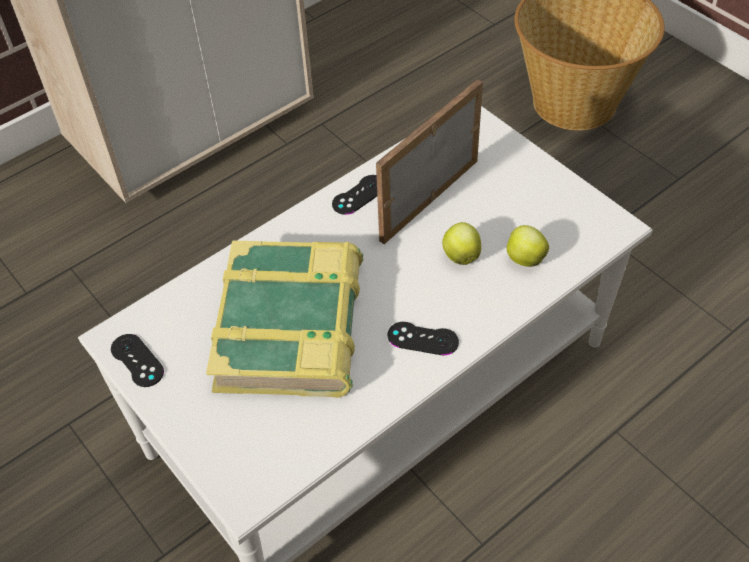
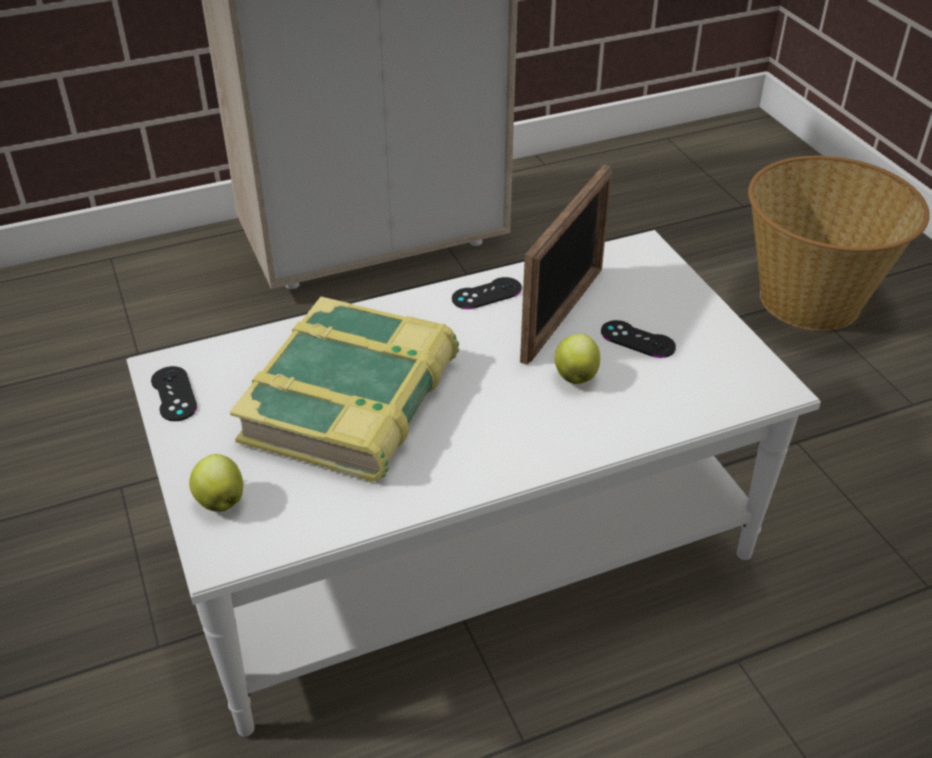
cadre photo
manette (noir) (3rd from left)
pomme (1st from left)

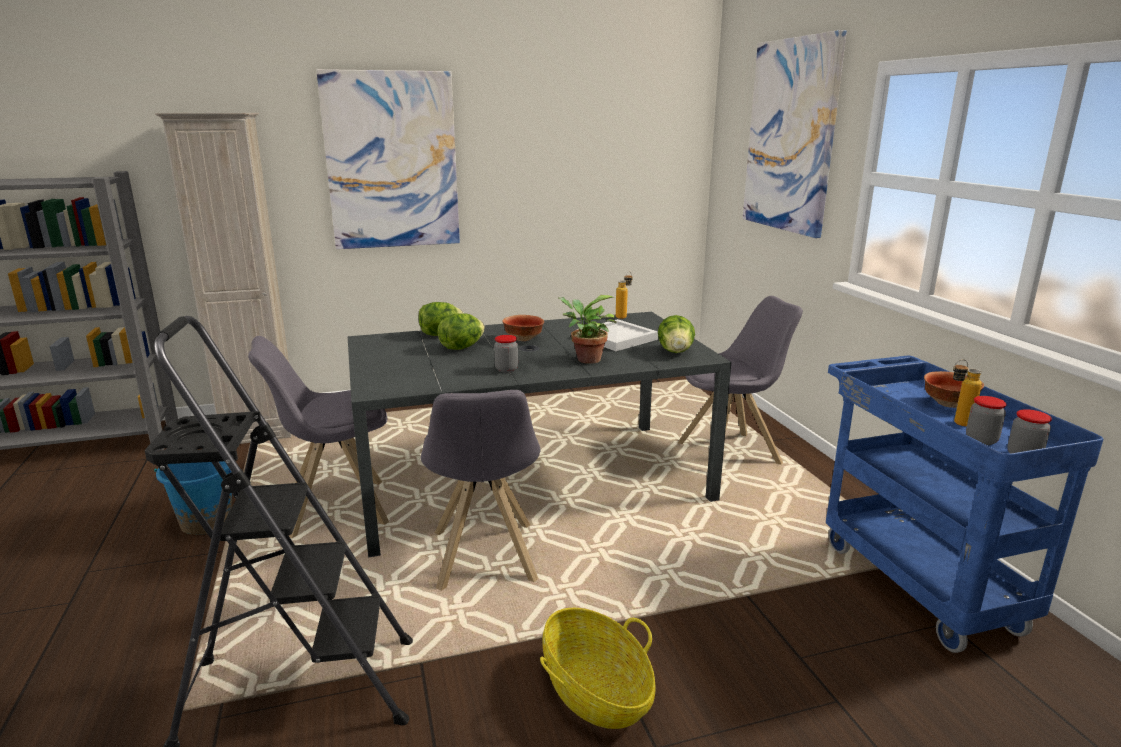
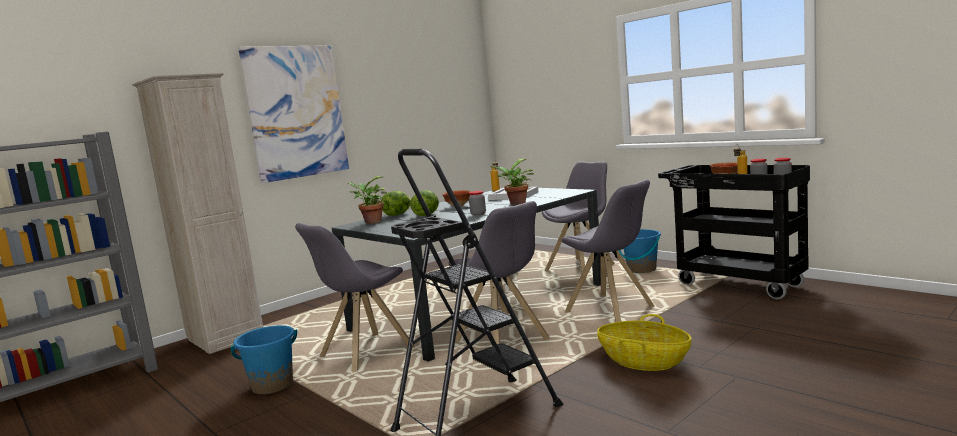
laitue (3rd from left in the first image)
tableau (2nd from left in the first image)
chariot (noir)
plante en pot (1st from left)
chaise (gris) (4th from left)
seau (bleu) (2nd from left)

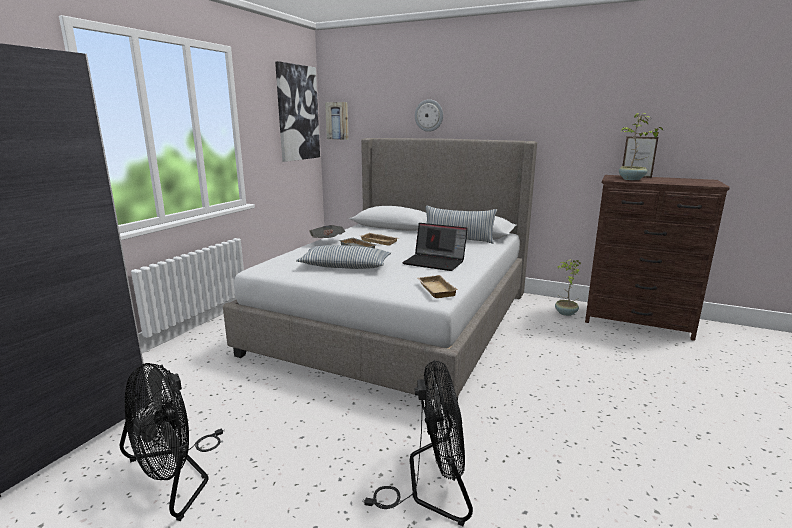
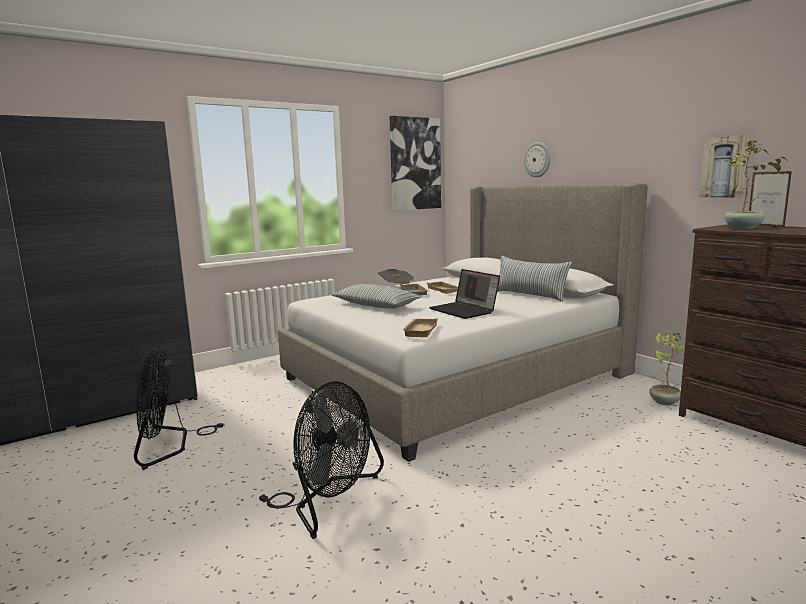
tableau (2nd from left)

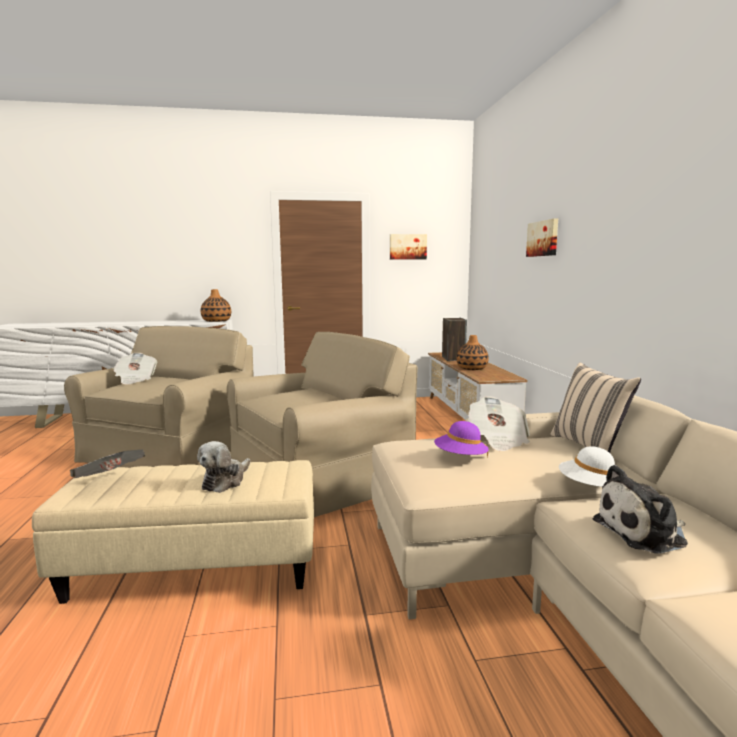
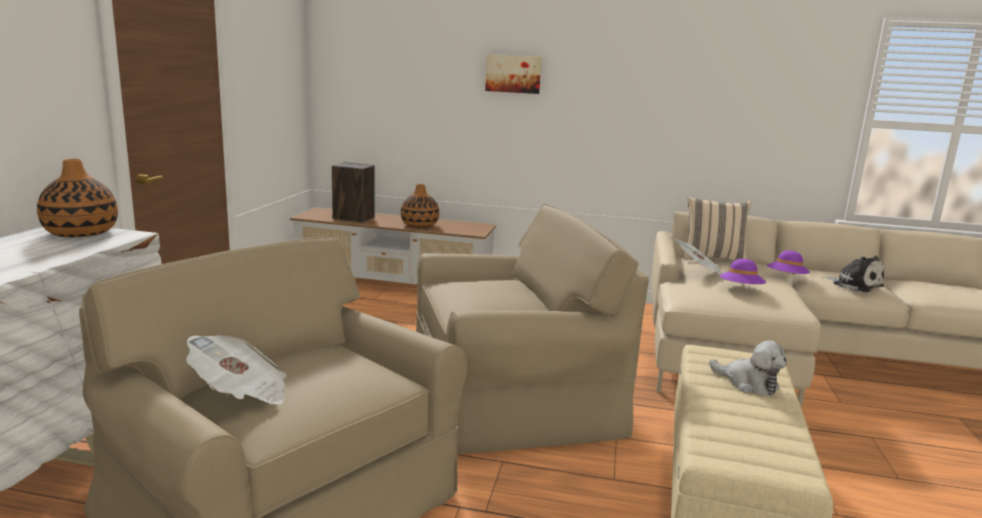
journal (1st from left in the first image)
fauteuil (beige) (2nd from left)
tableau (1st from left in the first image)
chapeau (violet) (2nd from left)
peluche (2nd from left)

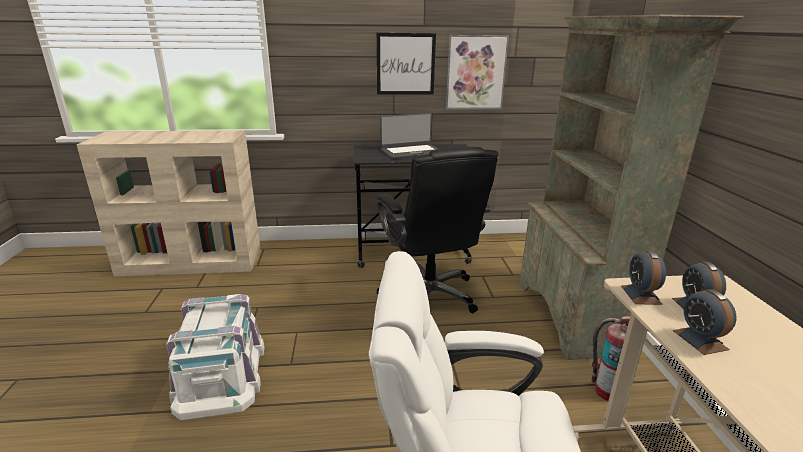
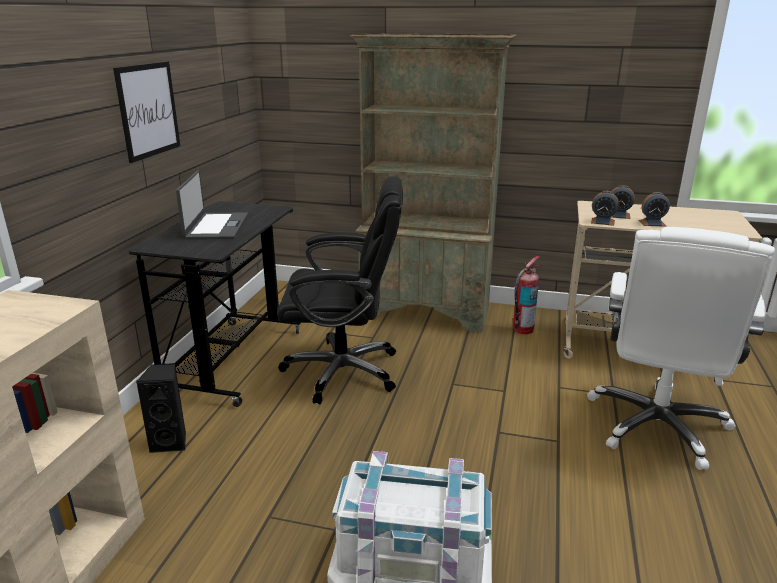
tableau (2nd from left in the first image)
enceinte (noir)

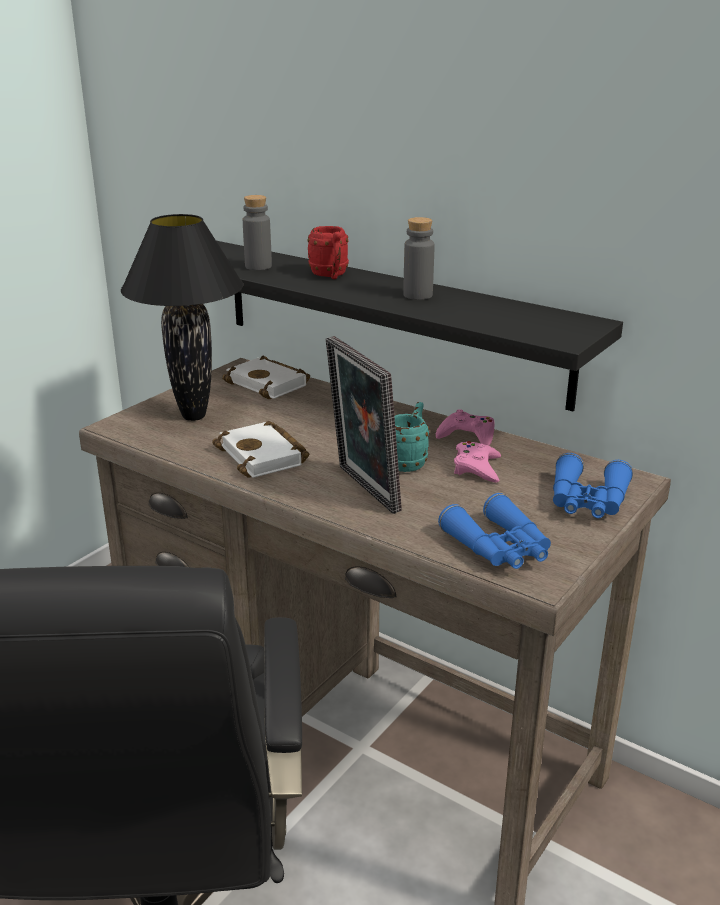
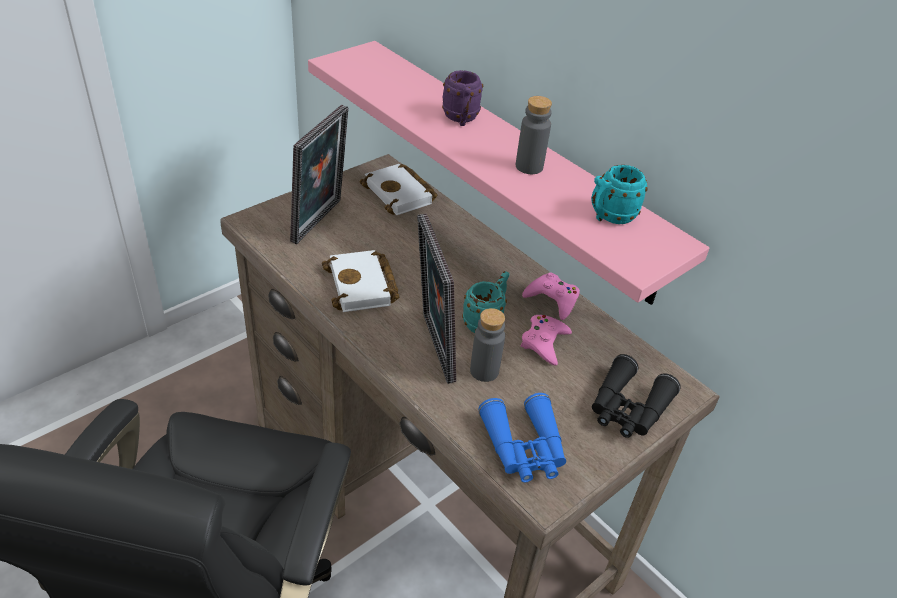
cadre photo (1st from left)
étagère (rose)
bouteille (gris) (1st from left)
mug (violet)
jumelles (noir)
mug (turquoise) (2nd from left)

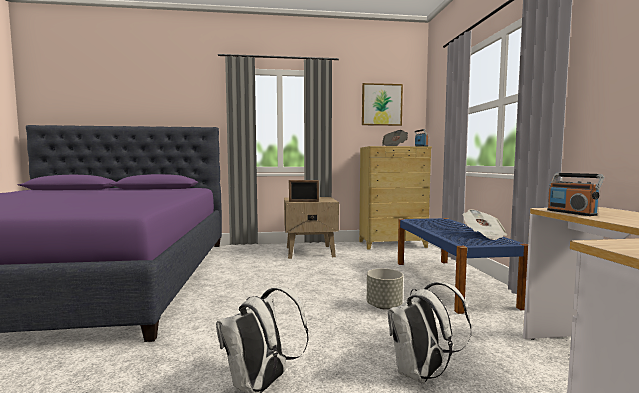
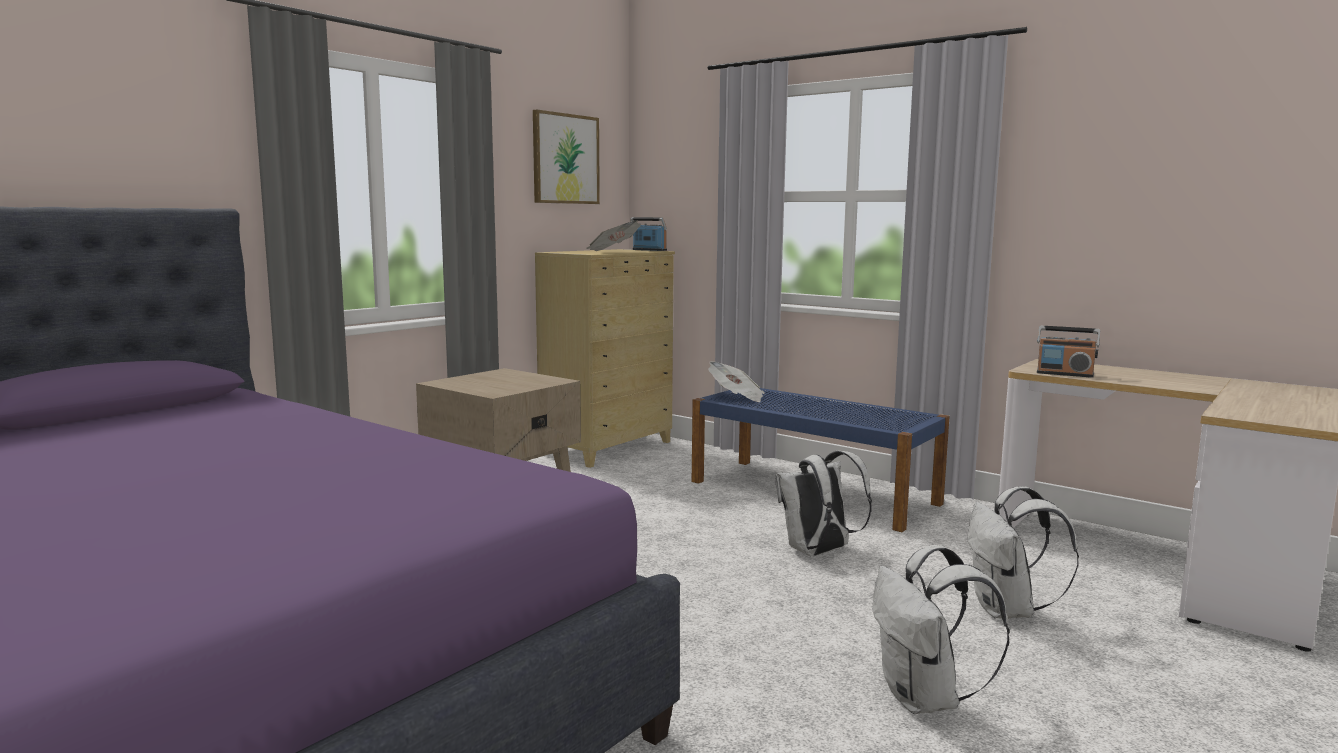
cadre photo
sac à dos (blanc) (1st from left)
journal (2nd from left)

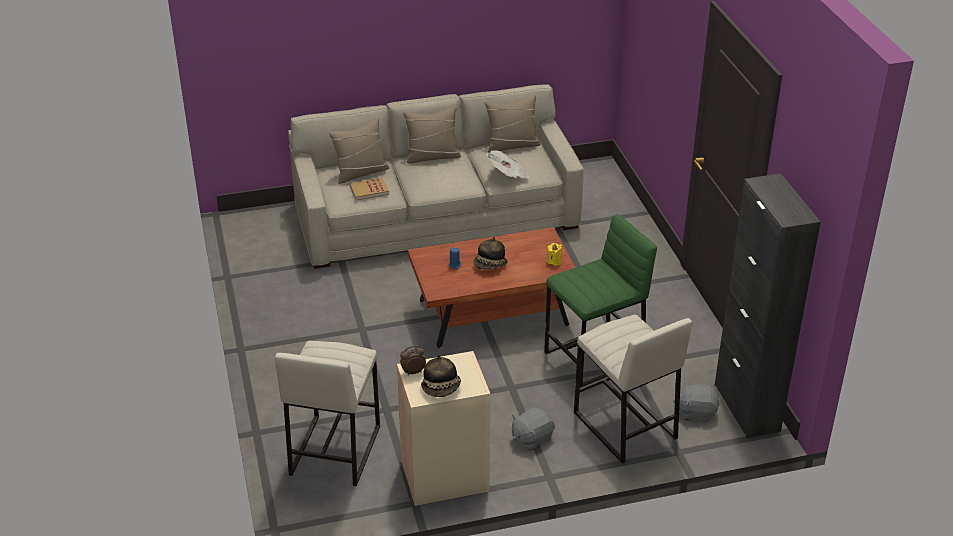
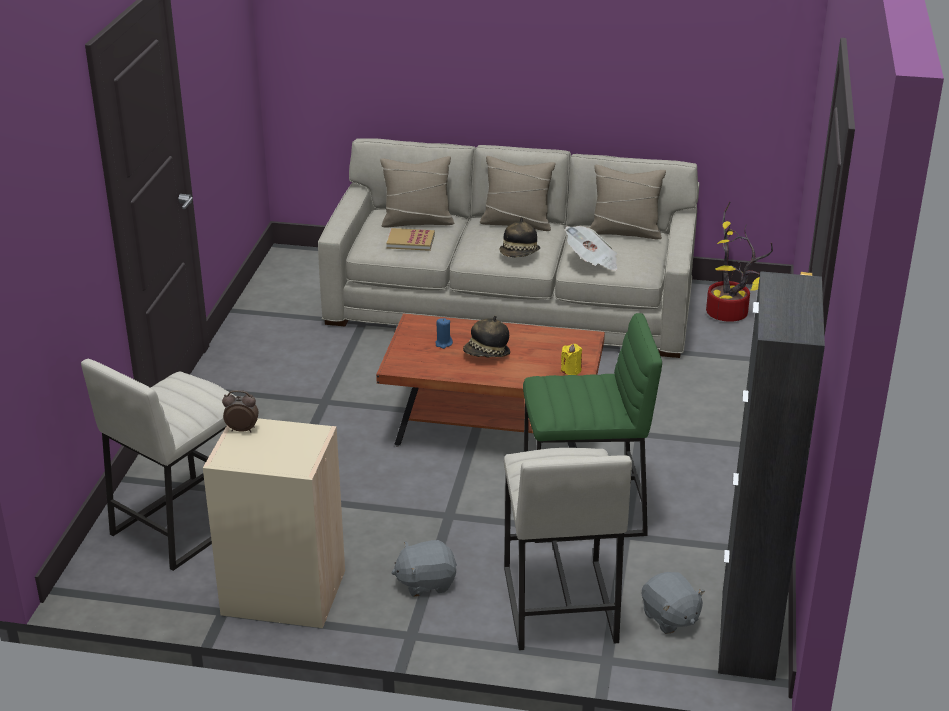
chapeau (2nd from left)
peluche (gris) (2nd from left)
plante en pot

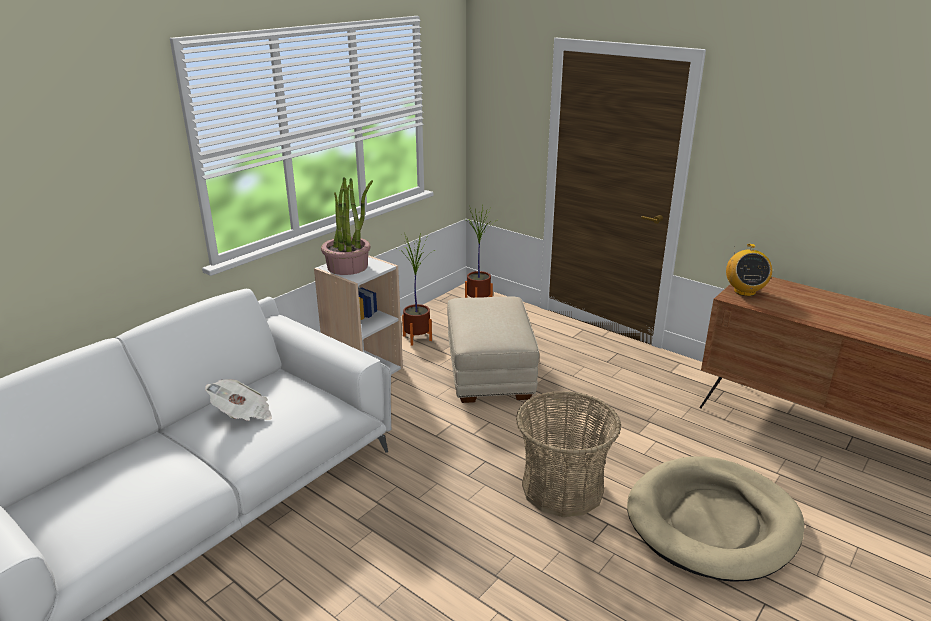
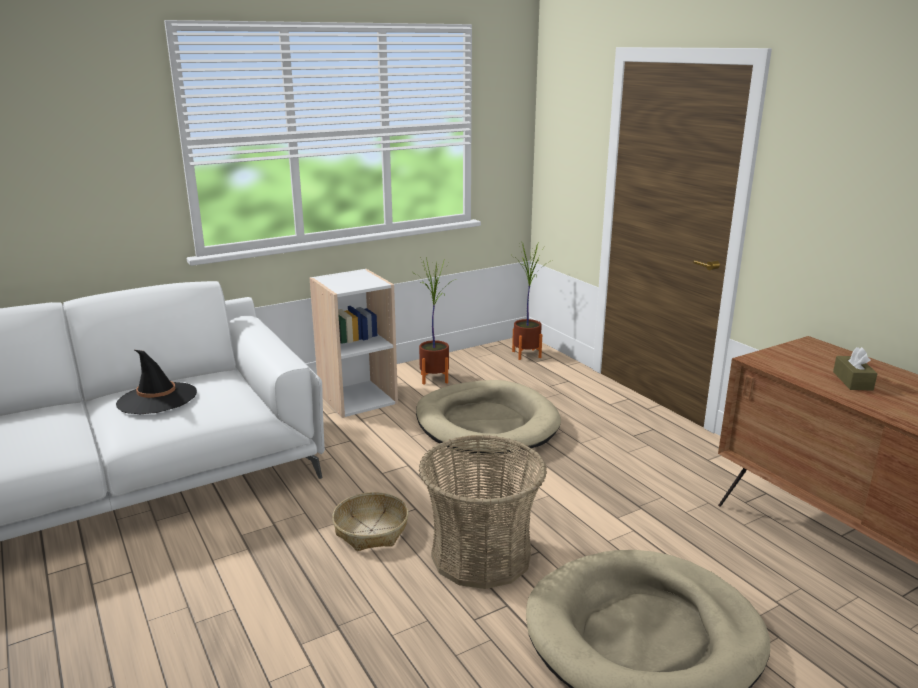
chapeau (noir)
plante en pot (1st from left in the first image)
panier pour chien (beige) (1st from left)
radio
panier (1st from left)
boîte à mouchoirs (marron)

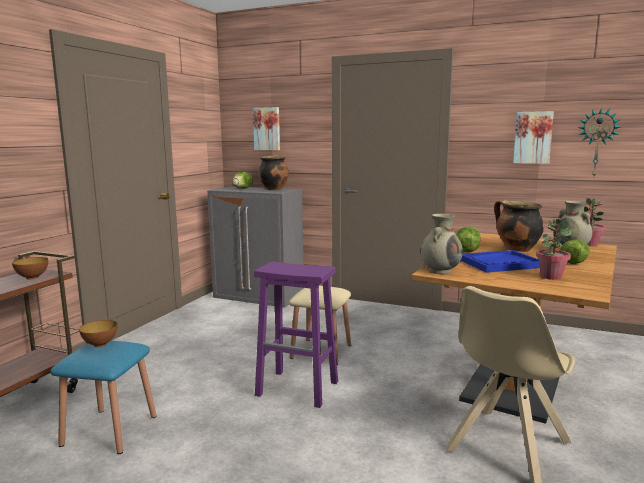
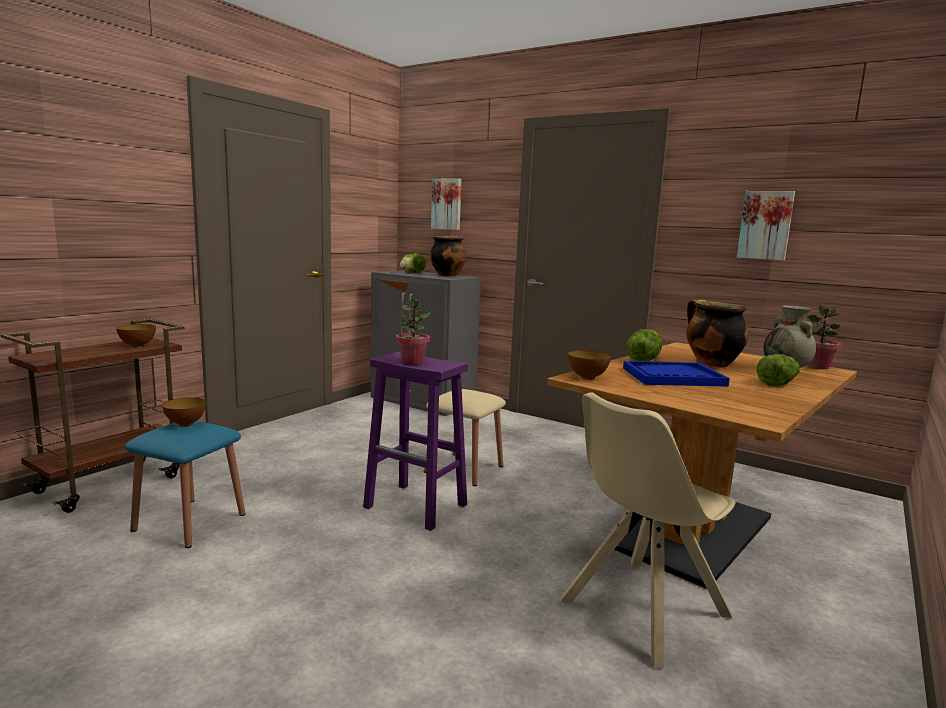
bol (3rd from left)
plante en pot (1st from left)
horloge murale

